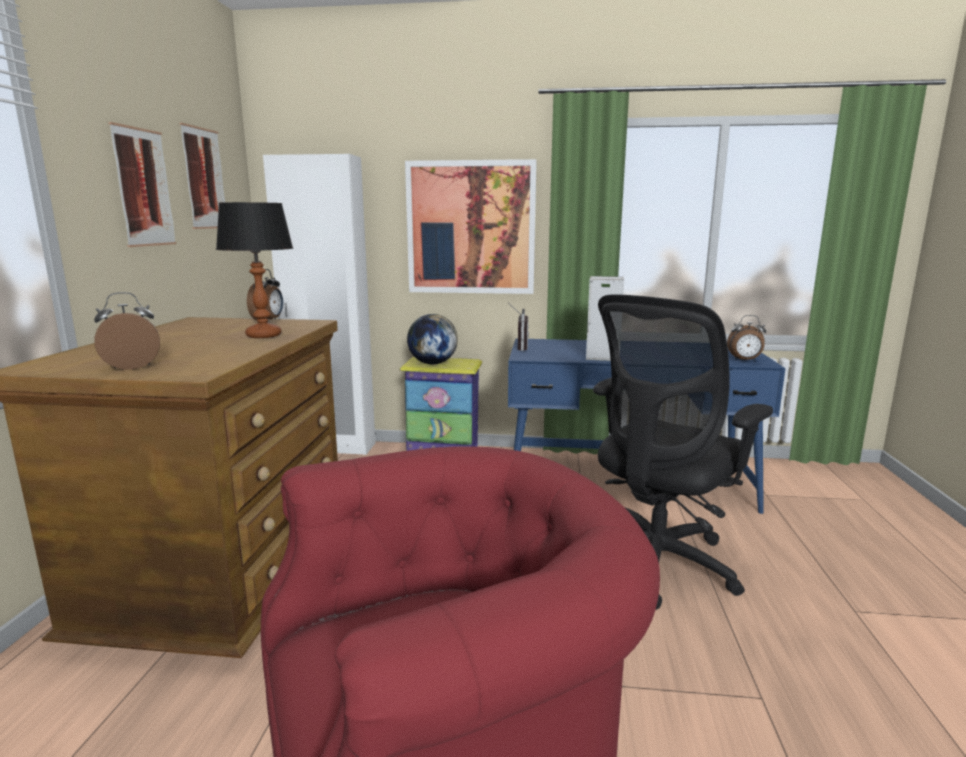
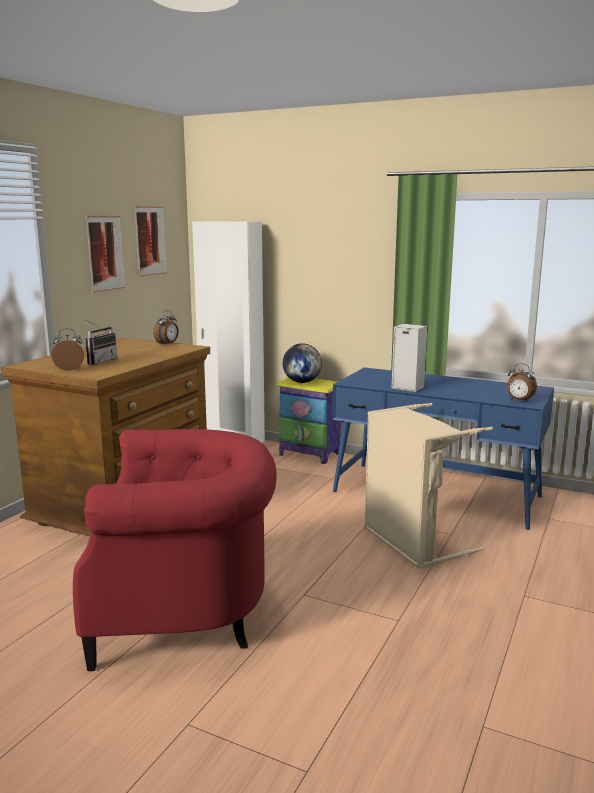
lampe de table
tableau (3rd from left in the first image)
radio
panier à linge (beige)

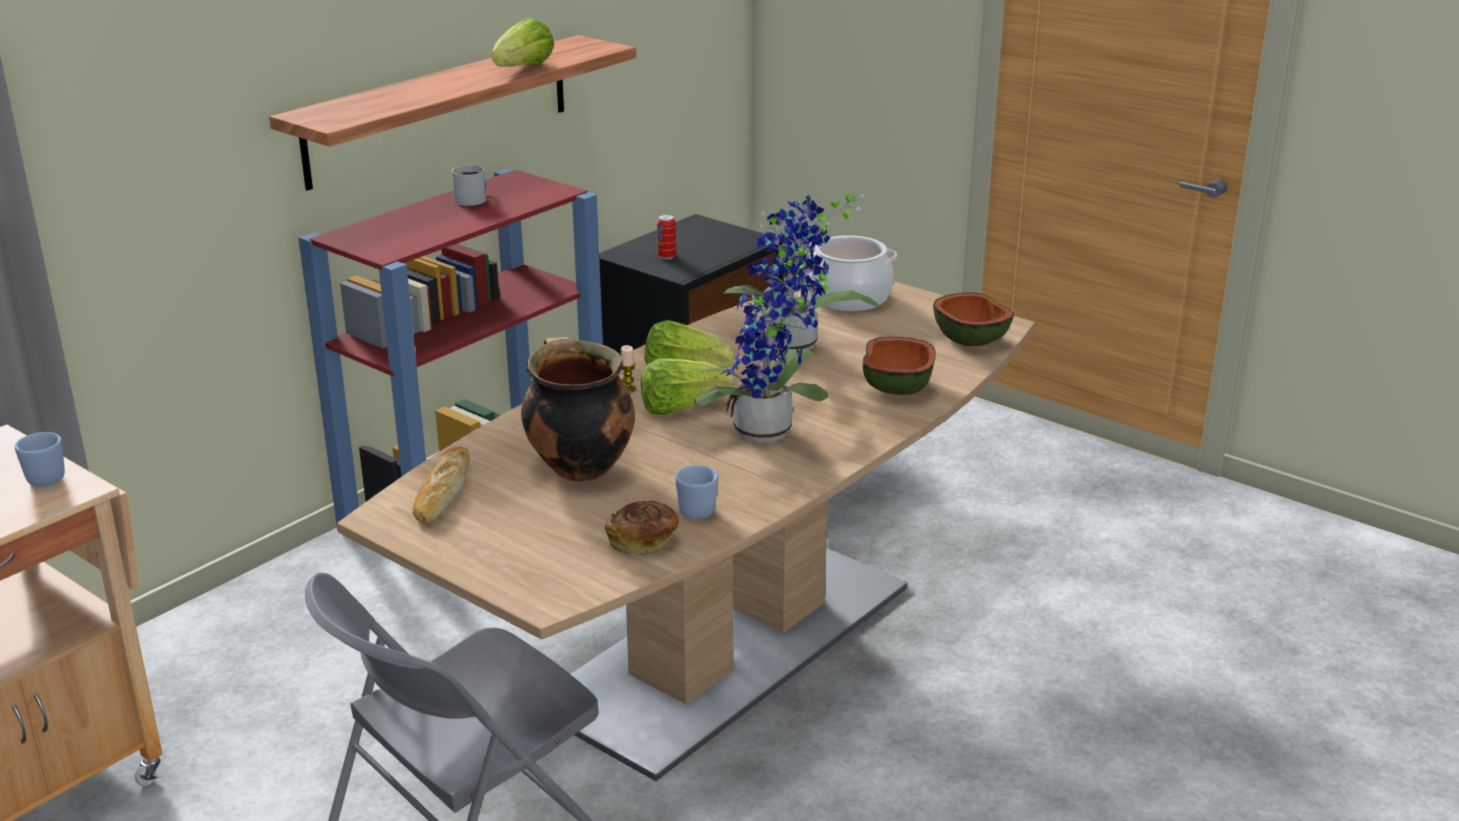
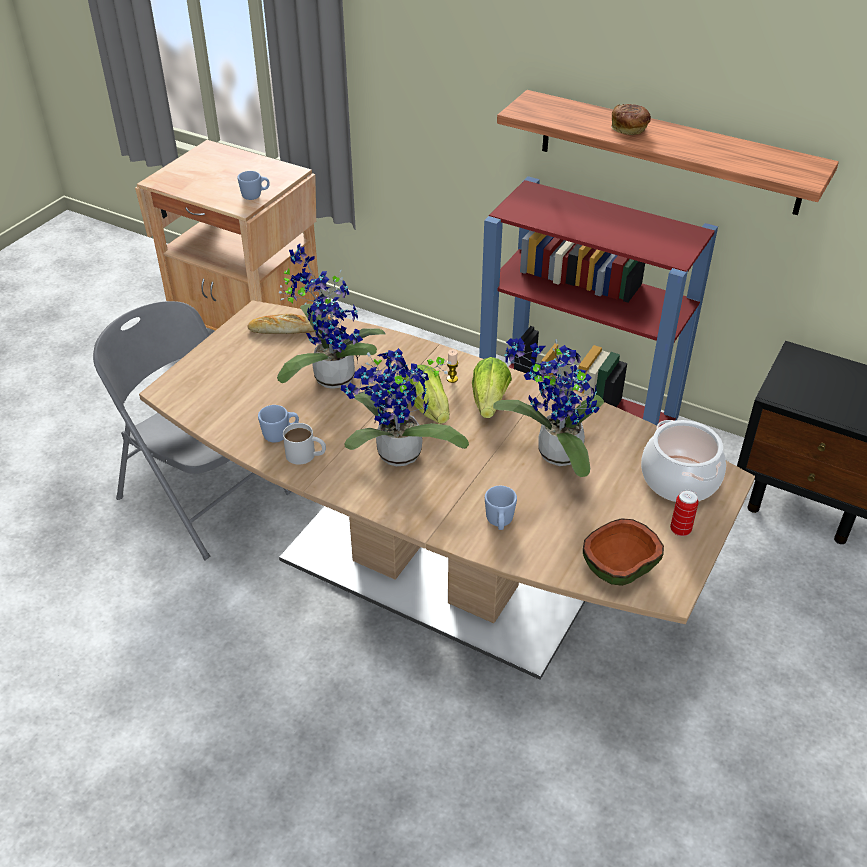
mug (blanc)
laitue (1st from left in the first image)
plante en pot (1st from left)
pain (2nd from left)
boîte métallique
mug (bleu) (3rd from left)

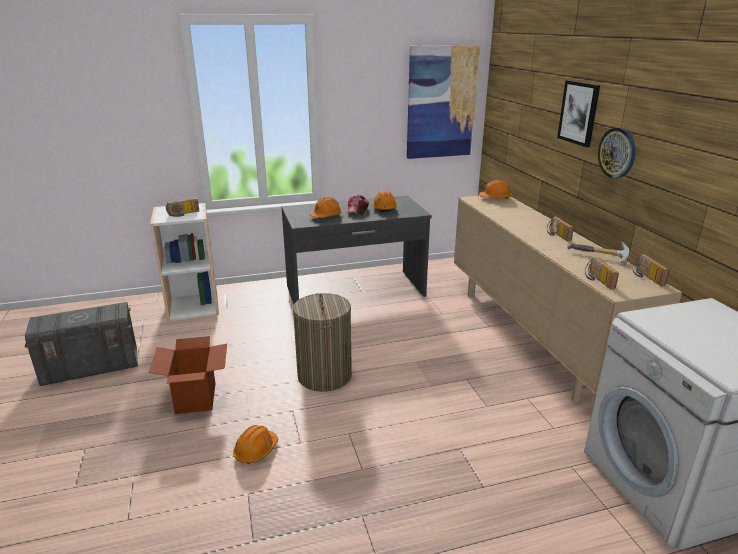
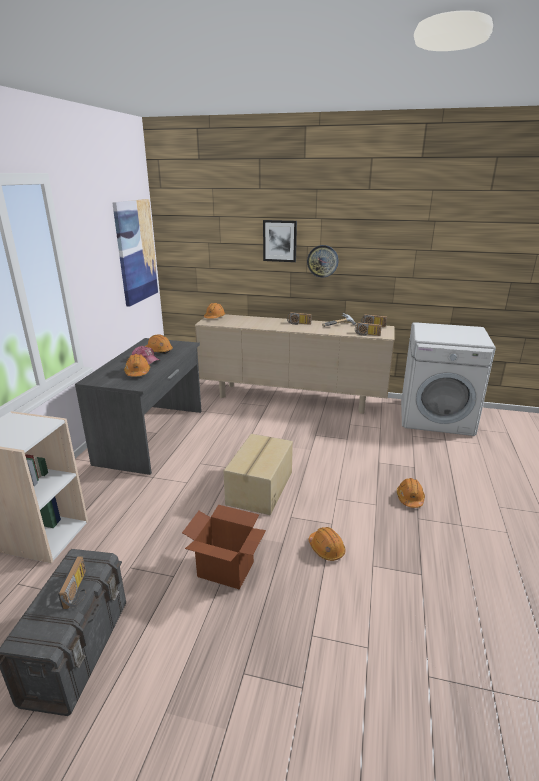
radio (1st from left)
carton (2nd from left)
casque de chantier (orange) (5th from left)

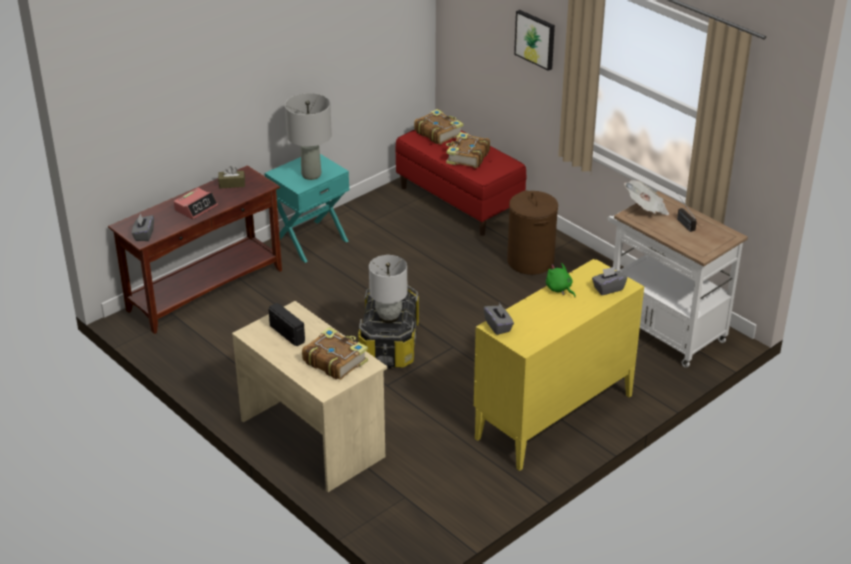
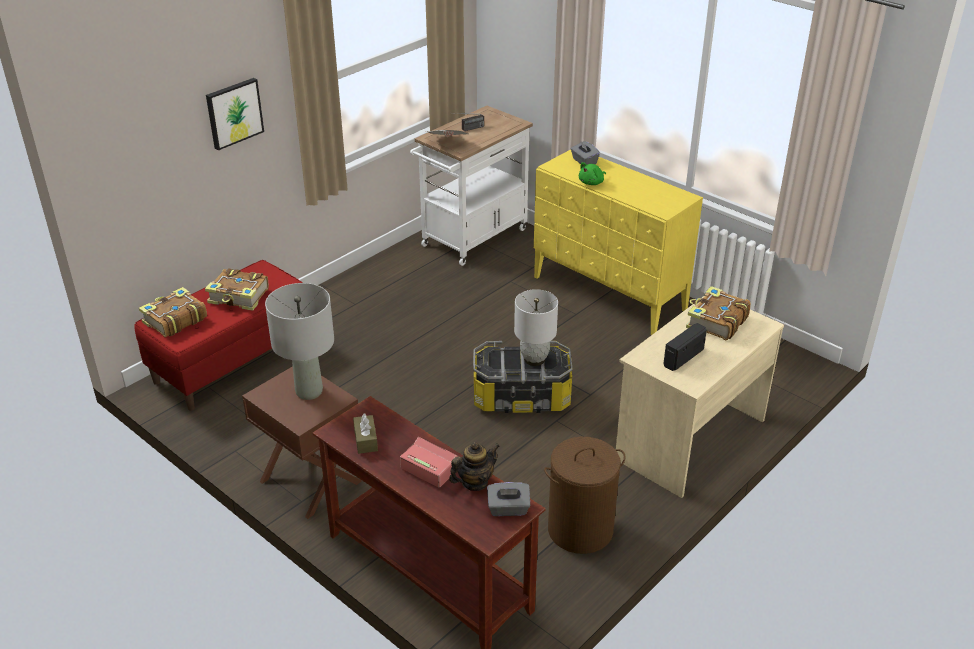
table de chevet (marron)
boîte à mouchoirs (gris) (2nd from left in the first image)
panier à linge (marron)
théière

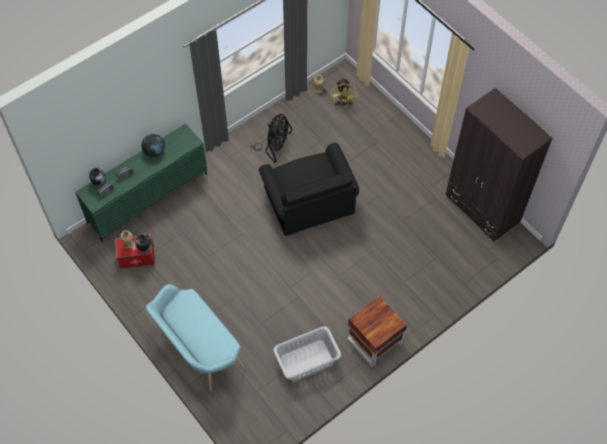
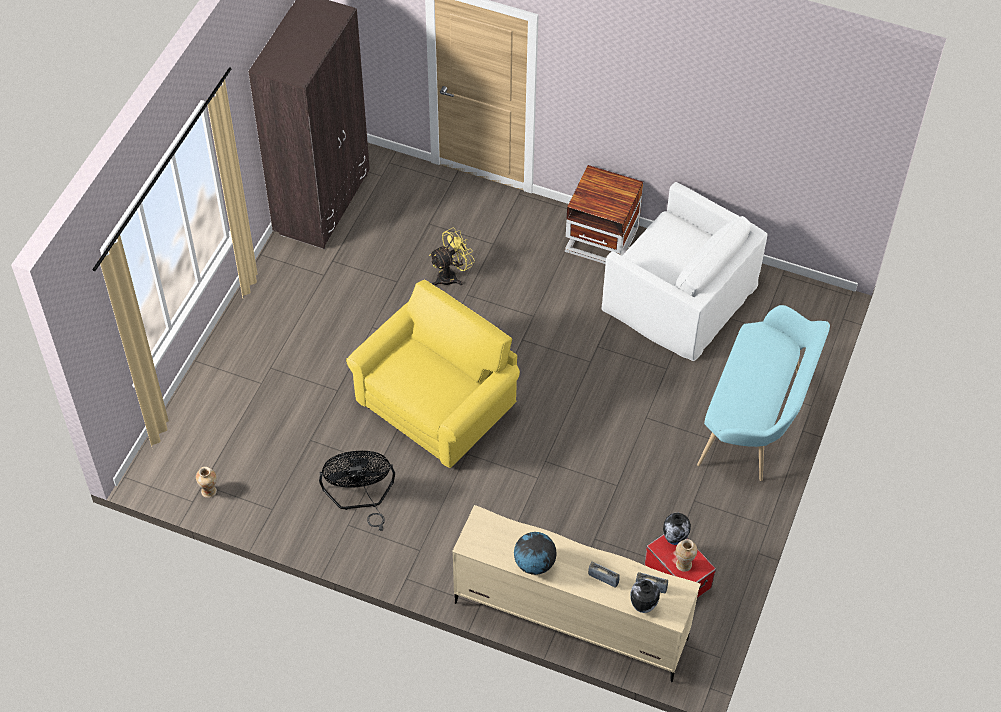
commode (beige)
fauteuil (jaune)
fauteuil (blanc)
ventilateur (jaune)

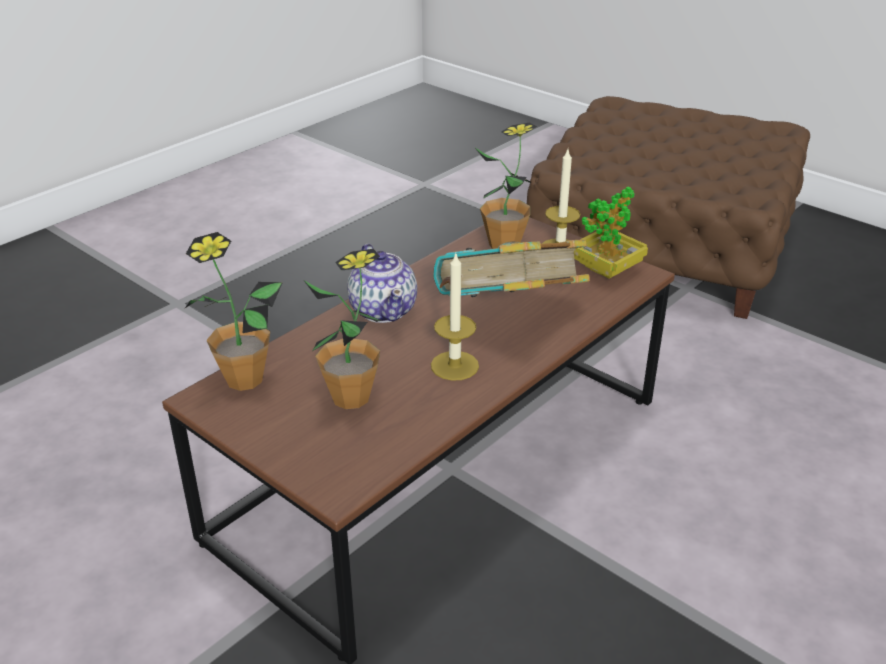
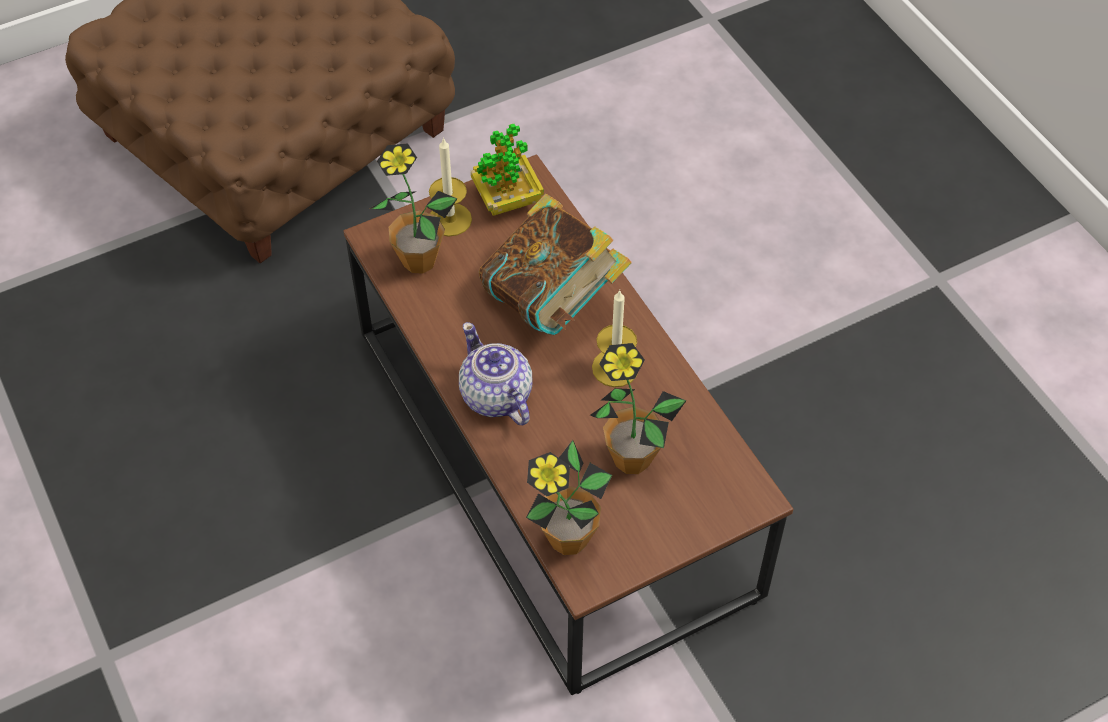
théière

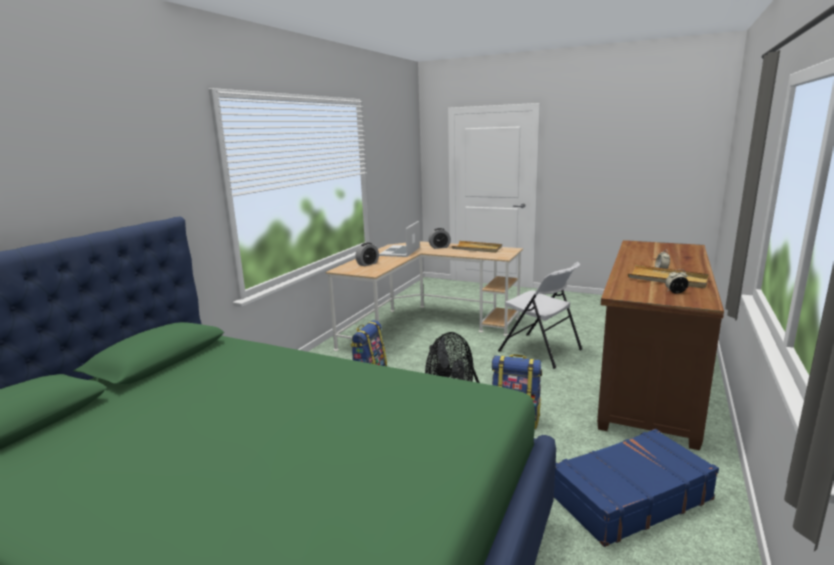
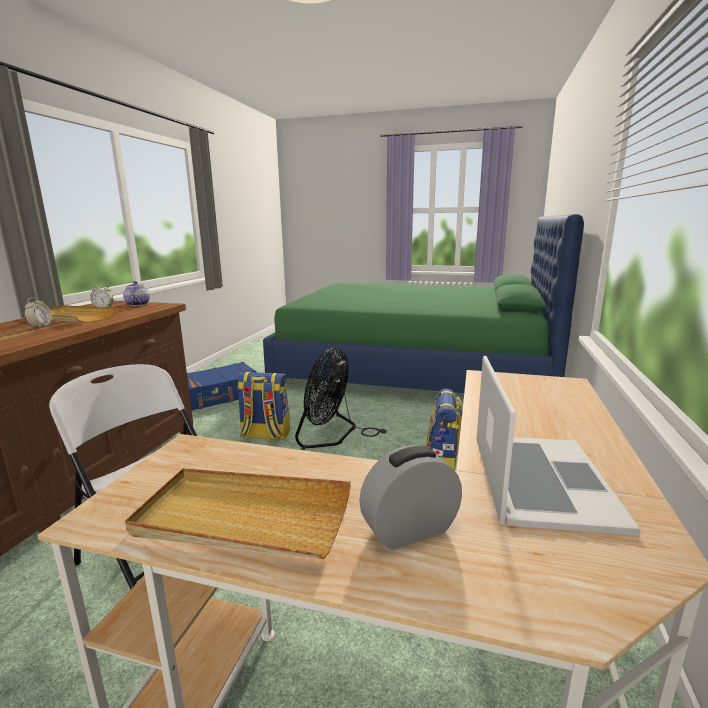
réveil (1st from left in the first image)
théière

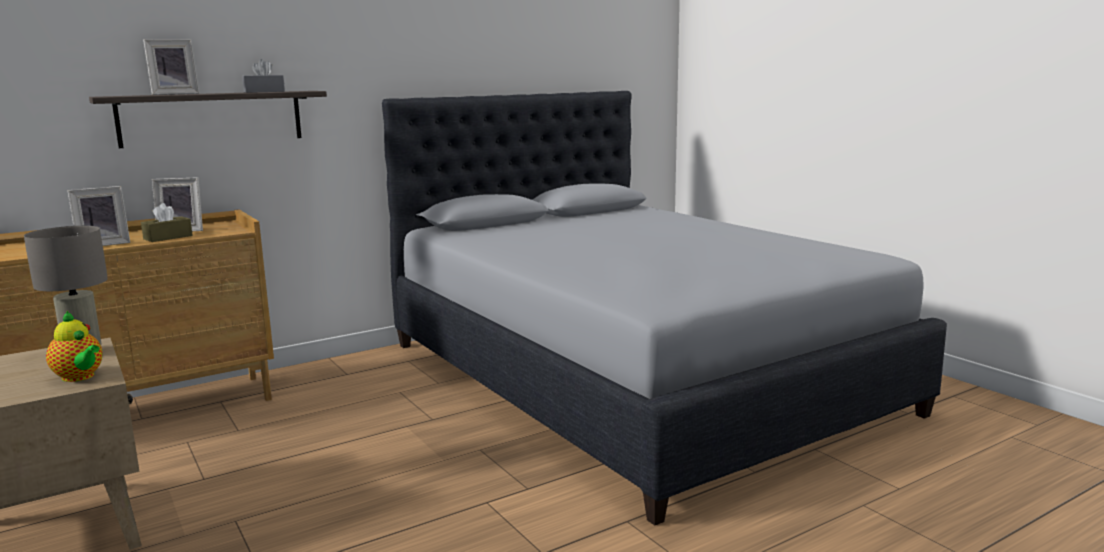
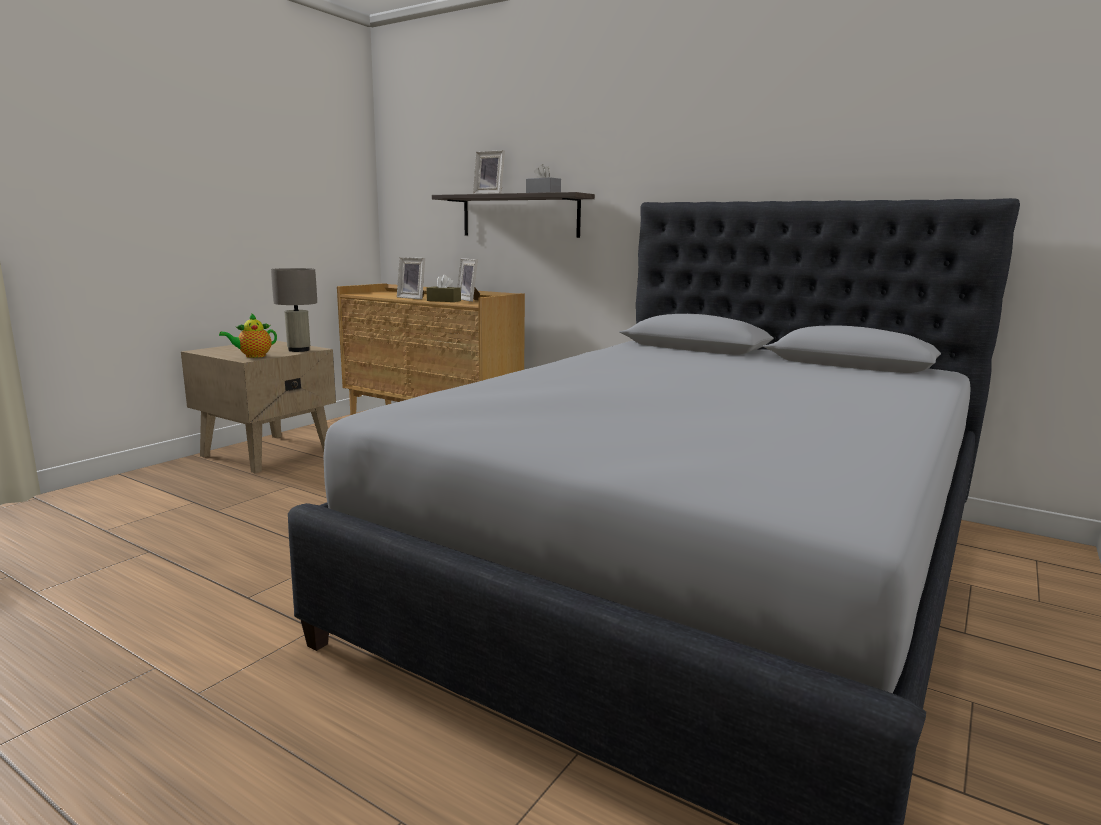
théière

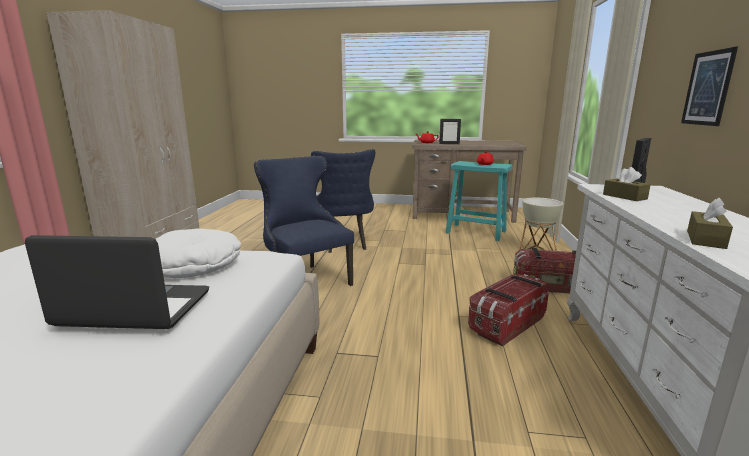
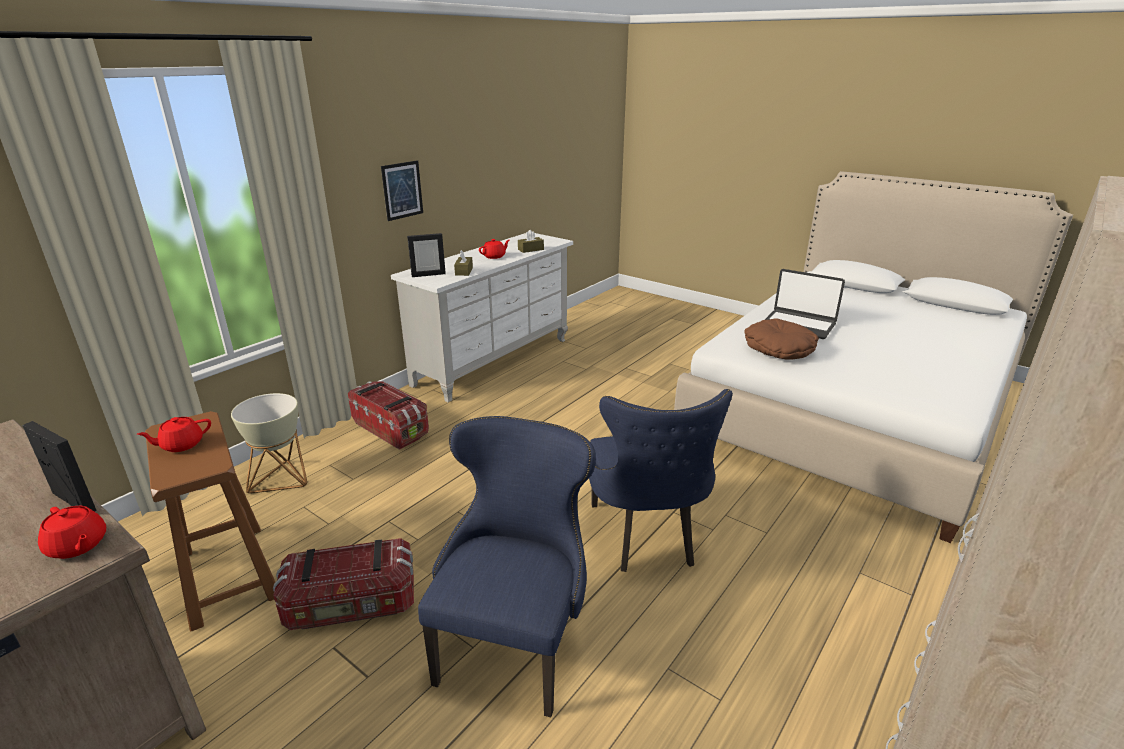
coussin (marron)
tabouret (marron)
boîte de rangement (1st from left)
théière (rouge) (3rd from left)

